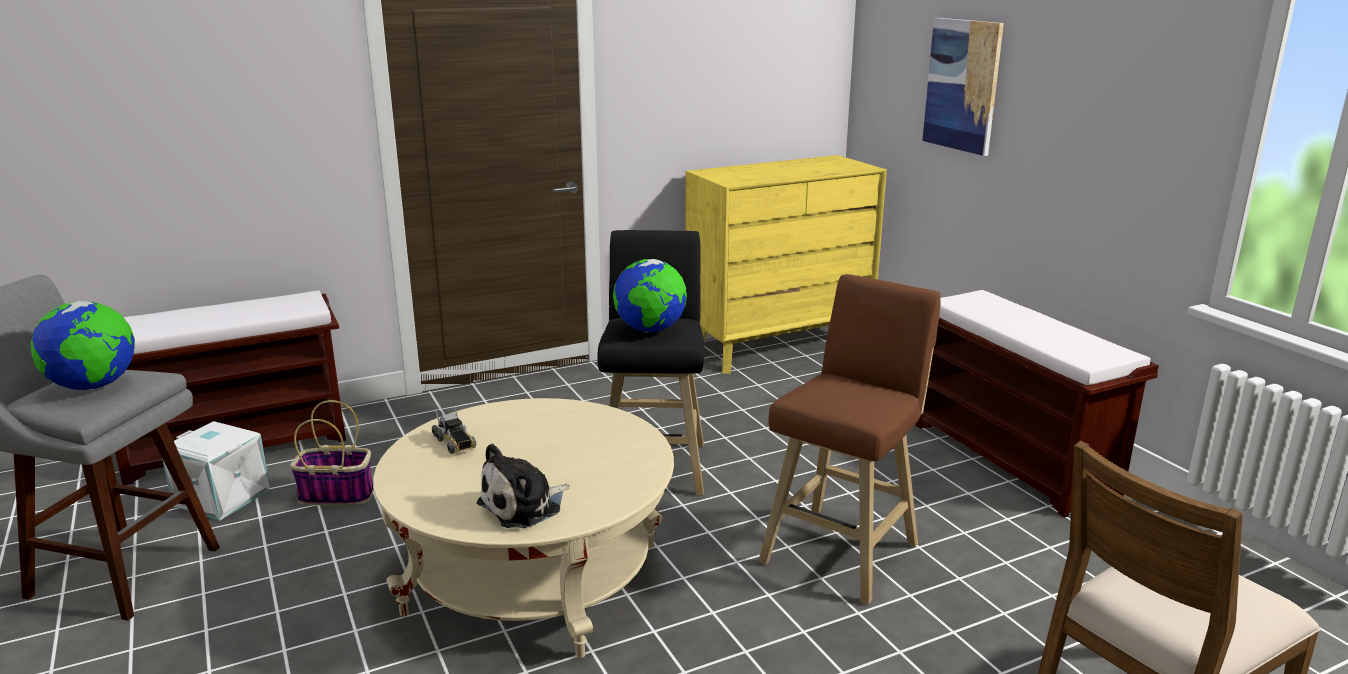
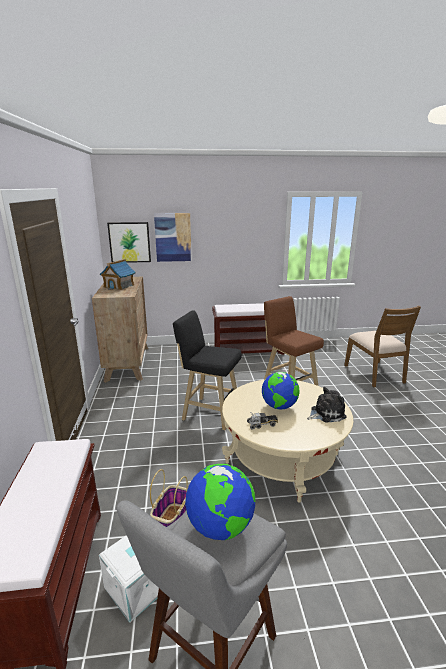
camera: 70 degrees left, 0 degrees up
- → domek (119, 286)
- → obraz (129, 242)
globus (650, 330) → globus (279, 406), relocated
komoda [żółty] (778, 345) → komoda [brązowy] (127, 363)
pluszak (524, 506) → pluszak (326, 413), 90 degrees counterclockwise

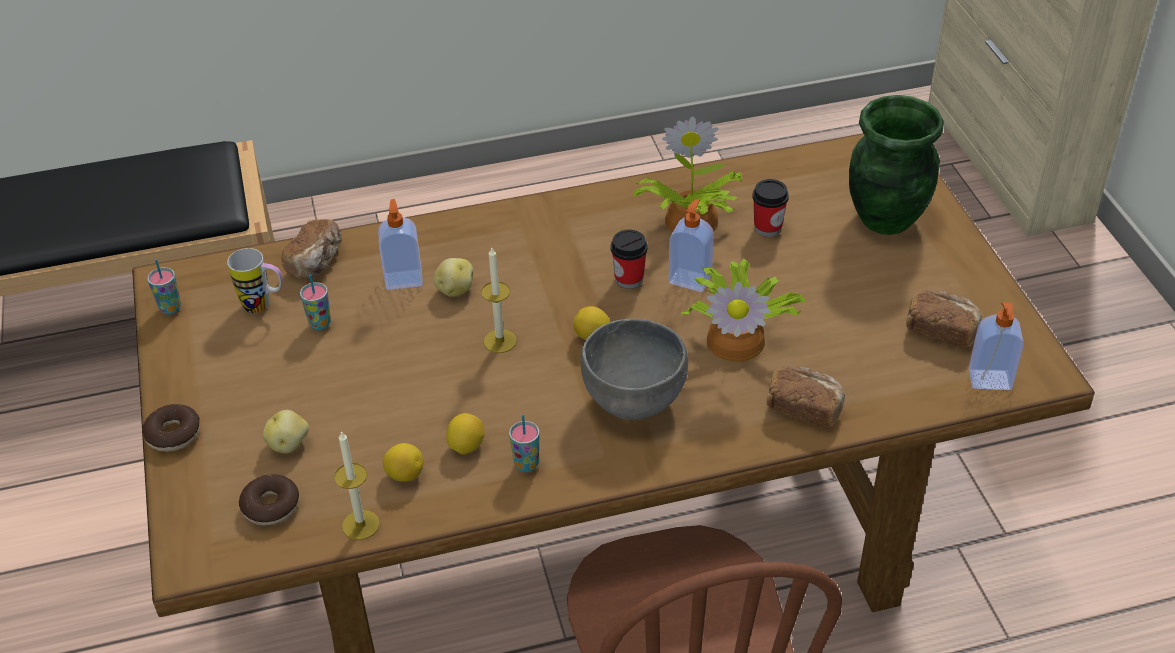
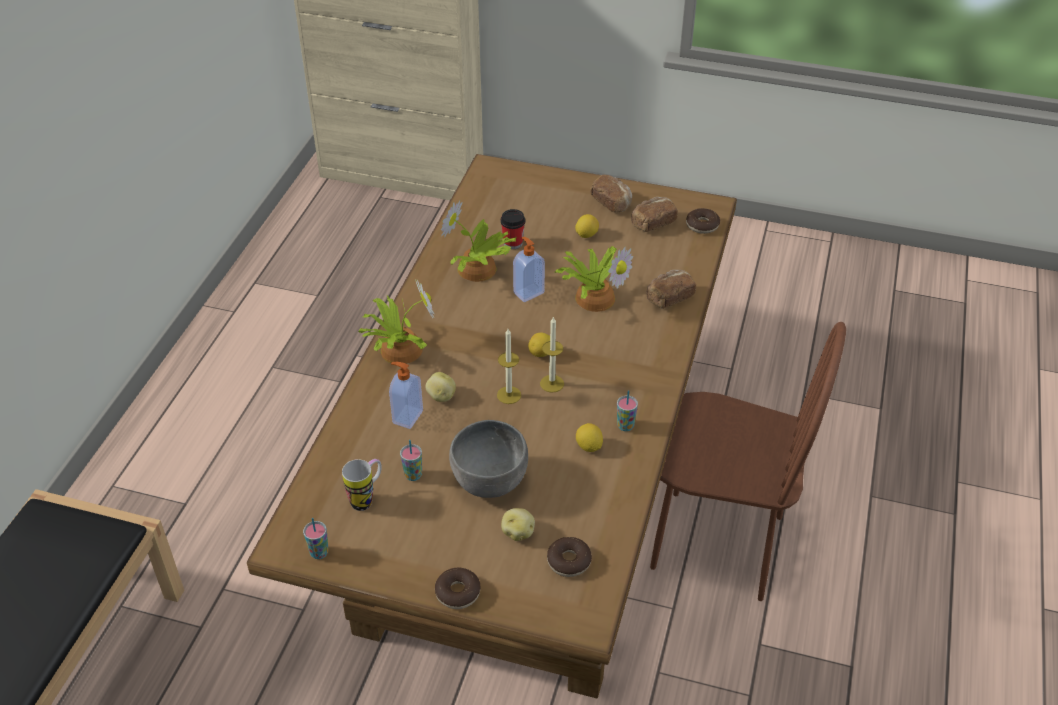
camera: 60 degrees left, 0 degrees up
filiżanka (629, 279) → -
wazon [zielony] (884, 219) → -
- → roślina doniczkowa (398, 349)
chleb (317, 262) → chleb (611, 202), relocated
świeca (360, 525) → świeca (552, 383), relocated
cytryna (405, 474) → cytryna (586, 235), relocated
miska [szary] (633, 401) → miska [szary] (489, 483), relocated
dozownik mydła (990, 380) → donut (702, 225)

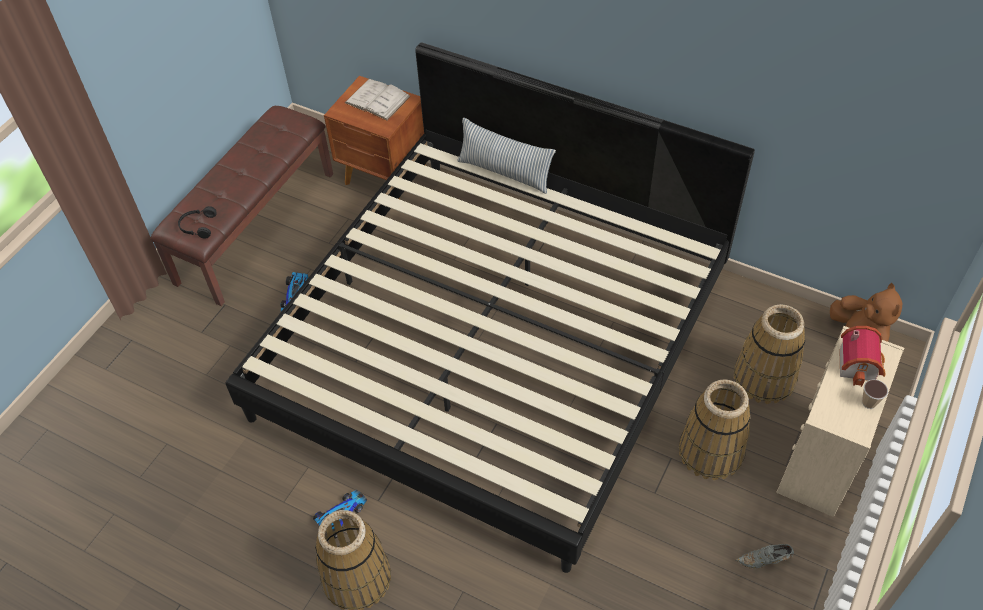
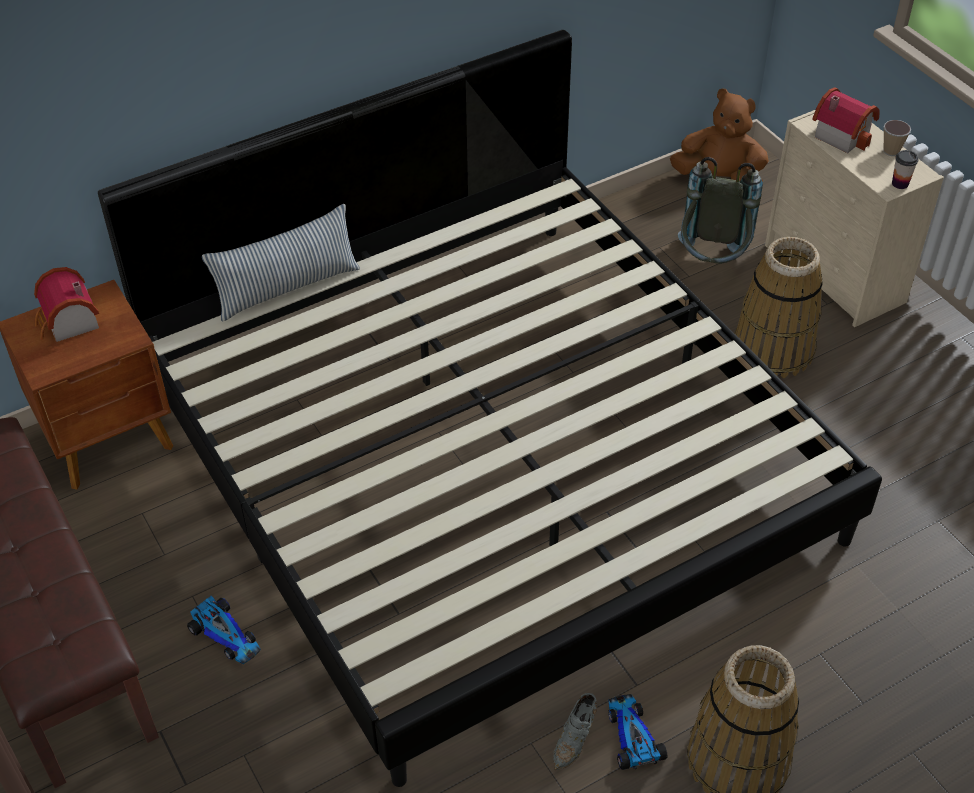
camera: 60 degrees left, 5 degrees down
słuchawki [czarny] (197, 226) → -
- → filiżanka (900, 183)
but [szary] (764, 561) → but [szary] (575, 738), relocated
książka [biały] (377, 100) → domek (68, 323)
koszyk (764, 378) → plecak [szary] (712, 263)

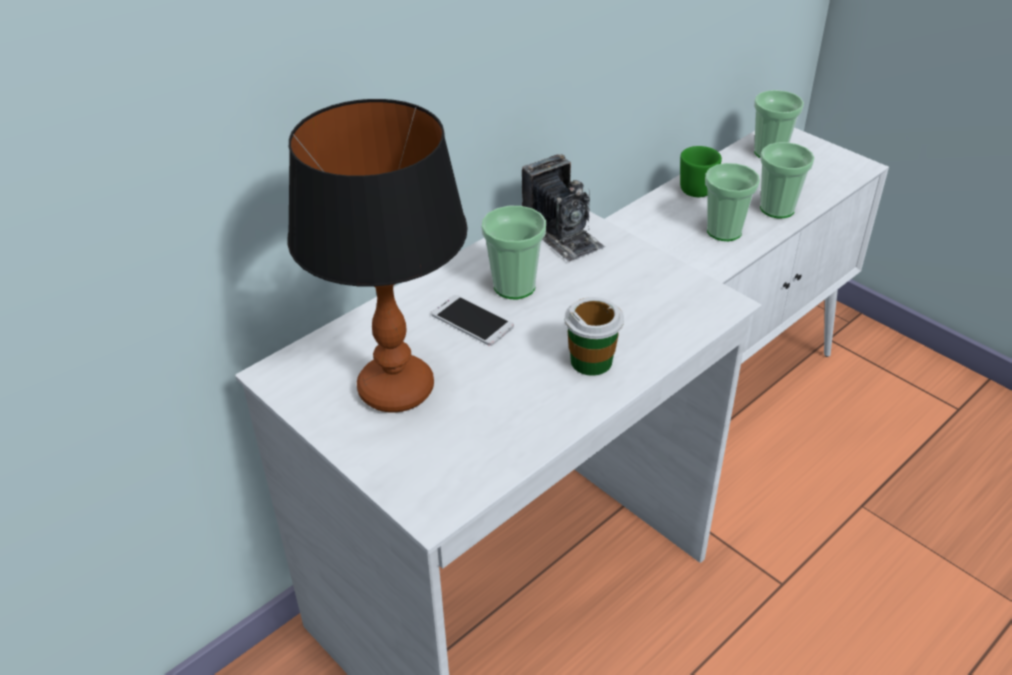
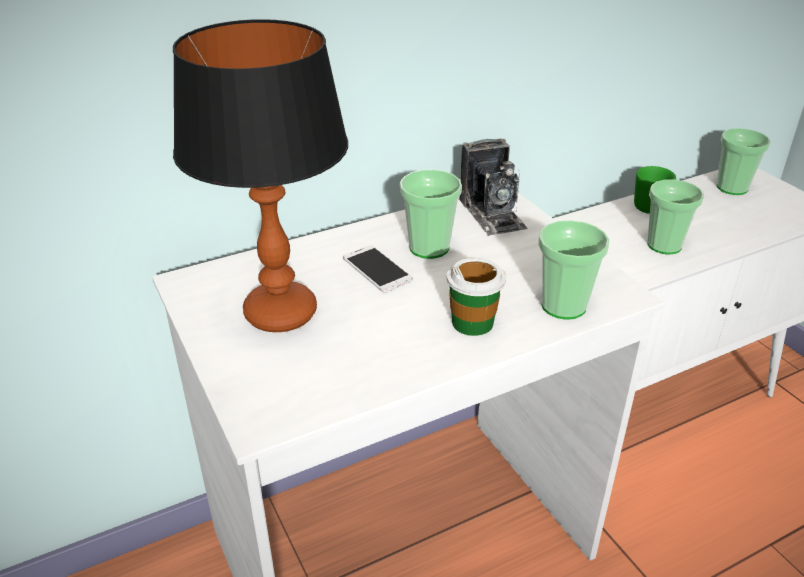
camera: 15 degrees right, 5 degrees down
filiżanka (777, 209) → filiżanka (563, 306), relocated

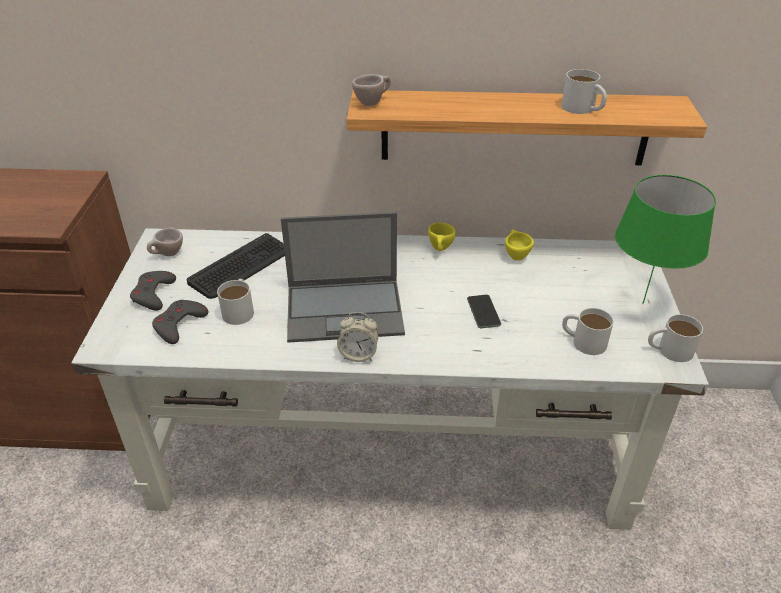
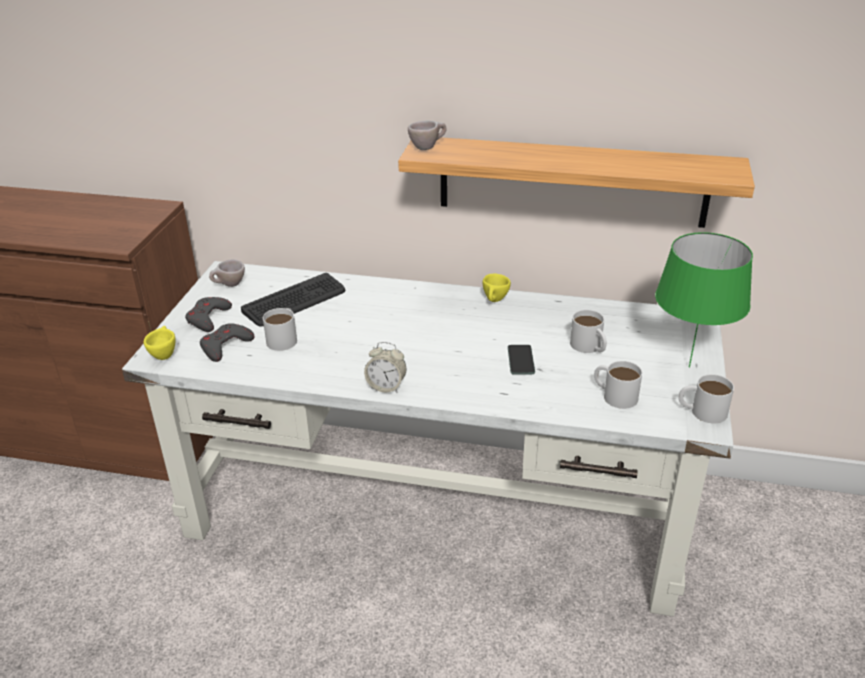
camera: 10 degrees right, 5 degrees down
laptop (346, 310) → -
filiżanka [żółty] (515, 255) → filiżanka [żółty] (164, 354), relocated
kubek [biały] (583, 109) → kubek [biały] (589, 347), relocated

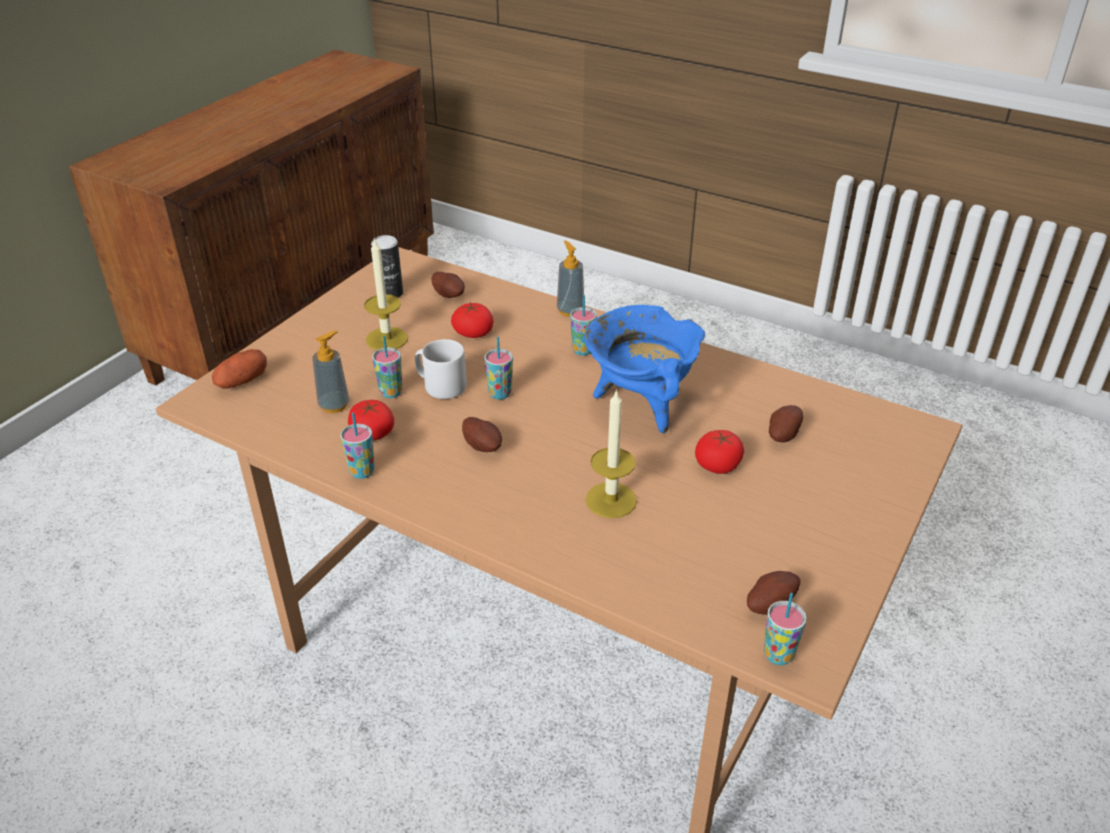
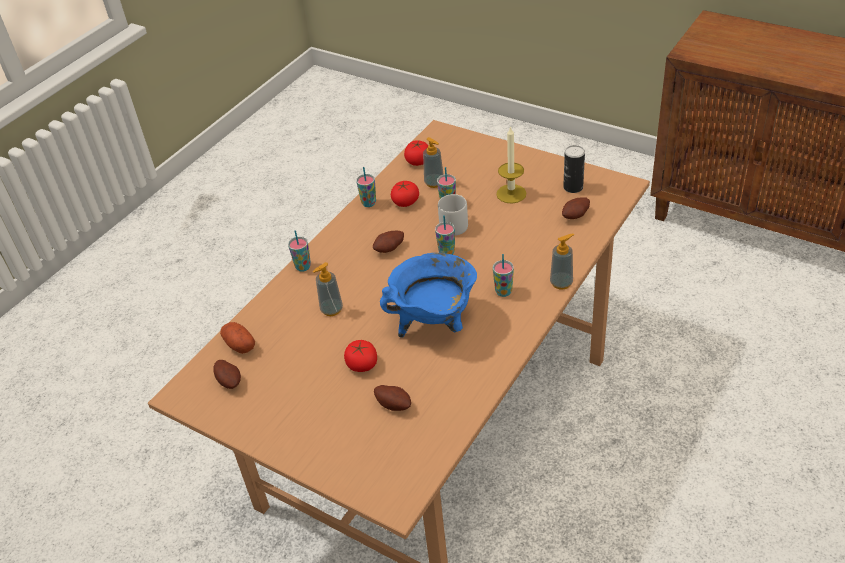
camera: 95 degrees right, 5 degrees up
ziemniak (242, 381) → ziemniak (239, 345), relocated
pomidor (473, 333) → pomidor (418, 161), relocated
filiżanka (778, 655) → filiżanka (303, 267), relocated
świeca (611, 500) → dozownik mydła (331, 309)

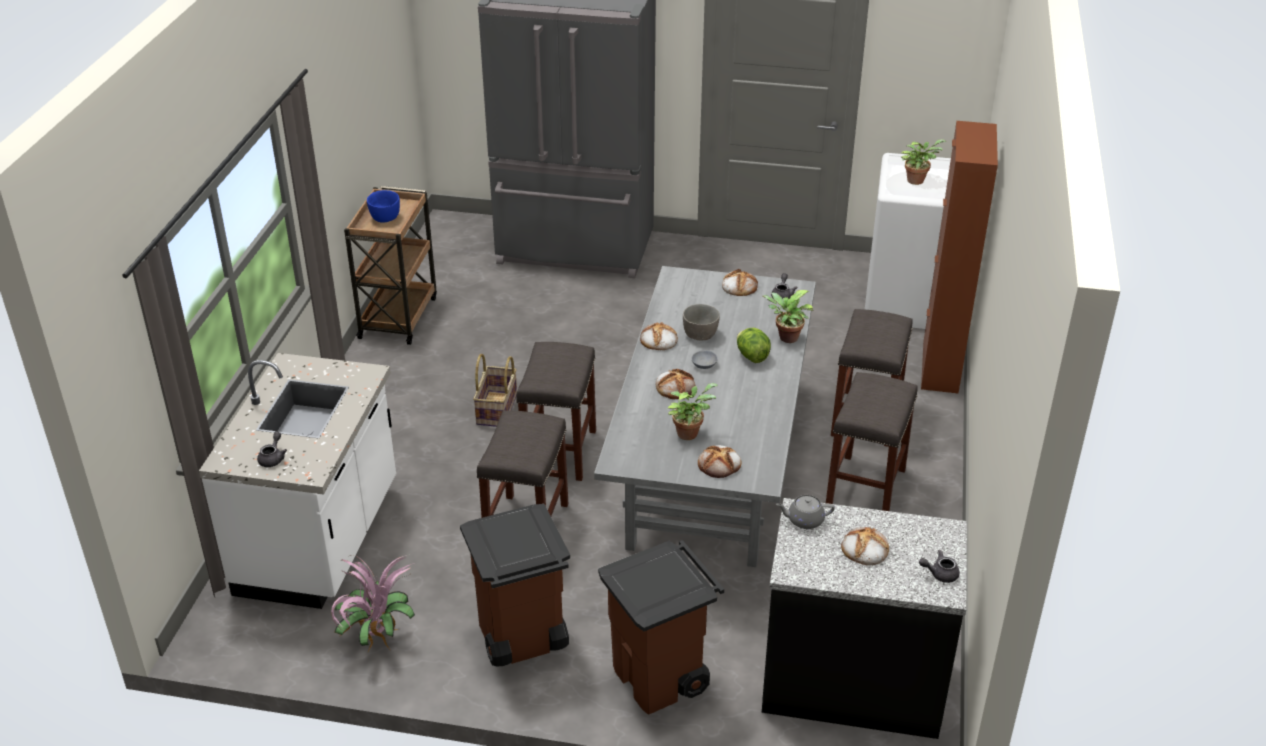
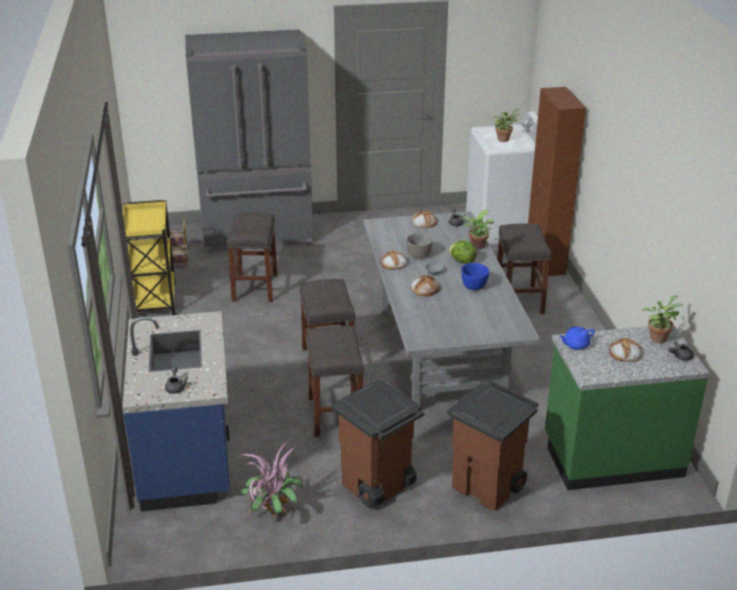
camera: 20 degrees left, 5 degrees down
chleb (719, 464) → -
miska [niebieski] (385, 218) → miska [niebieski] (474, 286), relocated
koszyk (497, 410) → koszyk (178, 258), relocated
roślina doniczkowa (689, 432) → roślina doniczkowa (658, 337), relocated
stołek [szary] (866, 488) → stołek [szary] (255, 288), relocated
zabudowa kuchenna [biały] (320, 540) → zabudowa kuchenna [niebieski] (187, 457)
wózek [brązowy] (398, 316) → wózek [żółty] (154, 300)
zabudowa kuchenna [czarny] (853, 681) → zabudowa kuchenna [zielony] (612, 456)
imbryk [szary] (804, 520) → imbryk [niebieski] (575, 345)

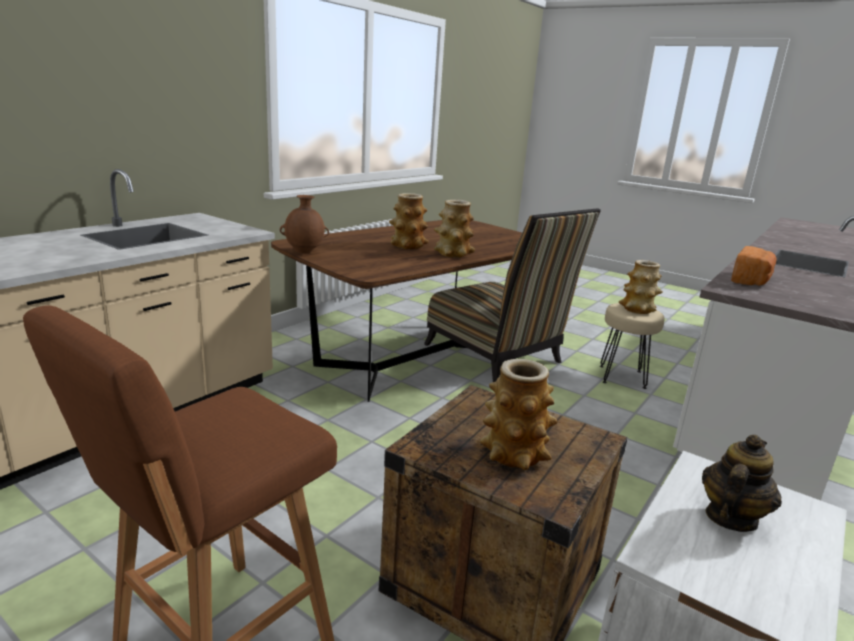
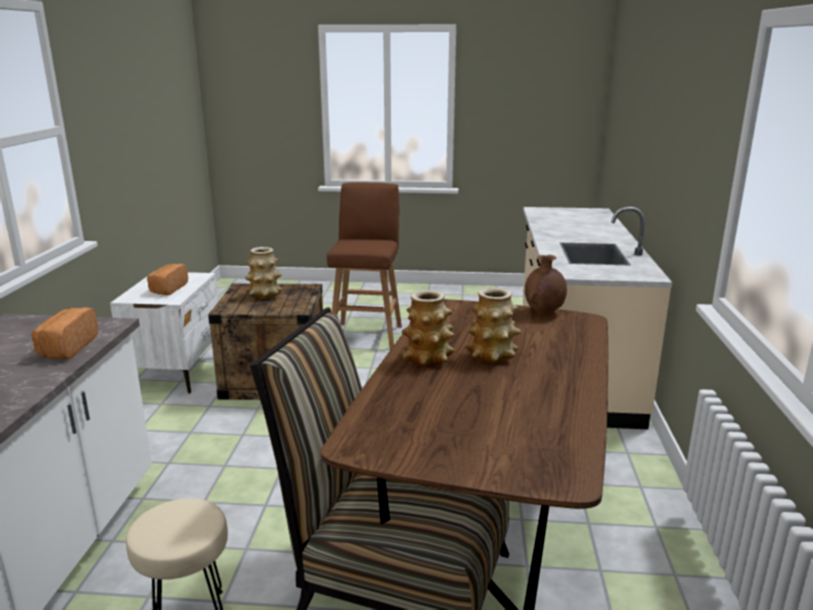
camera: 150 degrees right, 0 degrees up
wazon (637, 310) → -
imbryk (730, 517) → chleb (168, 289)

